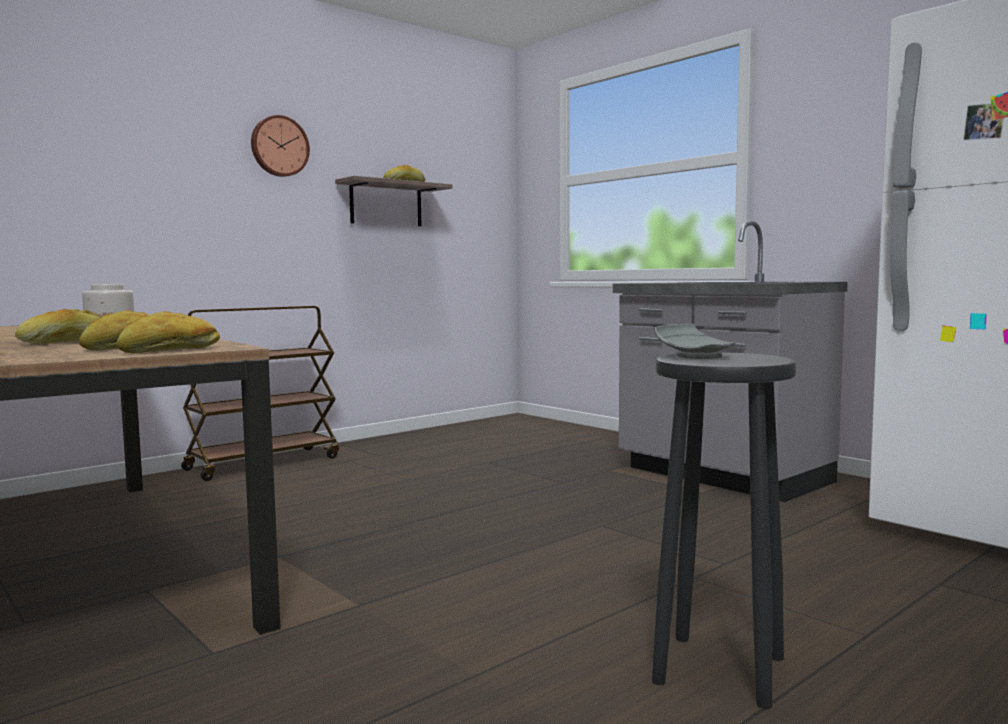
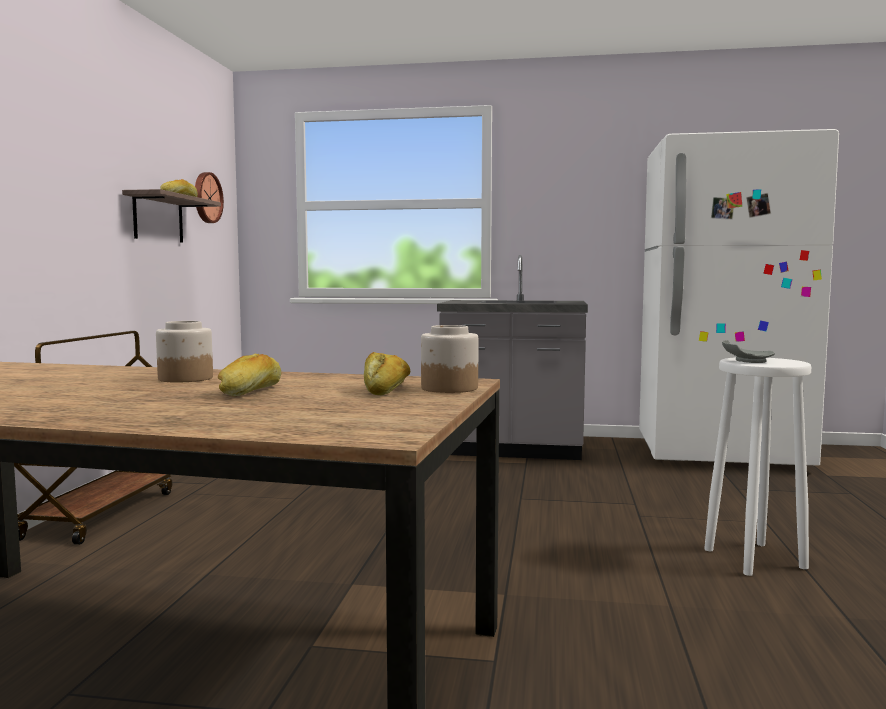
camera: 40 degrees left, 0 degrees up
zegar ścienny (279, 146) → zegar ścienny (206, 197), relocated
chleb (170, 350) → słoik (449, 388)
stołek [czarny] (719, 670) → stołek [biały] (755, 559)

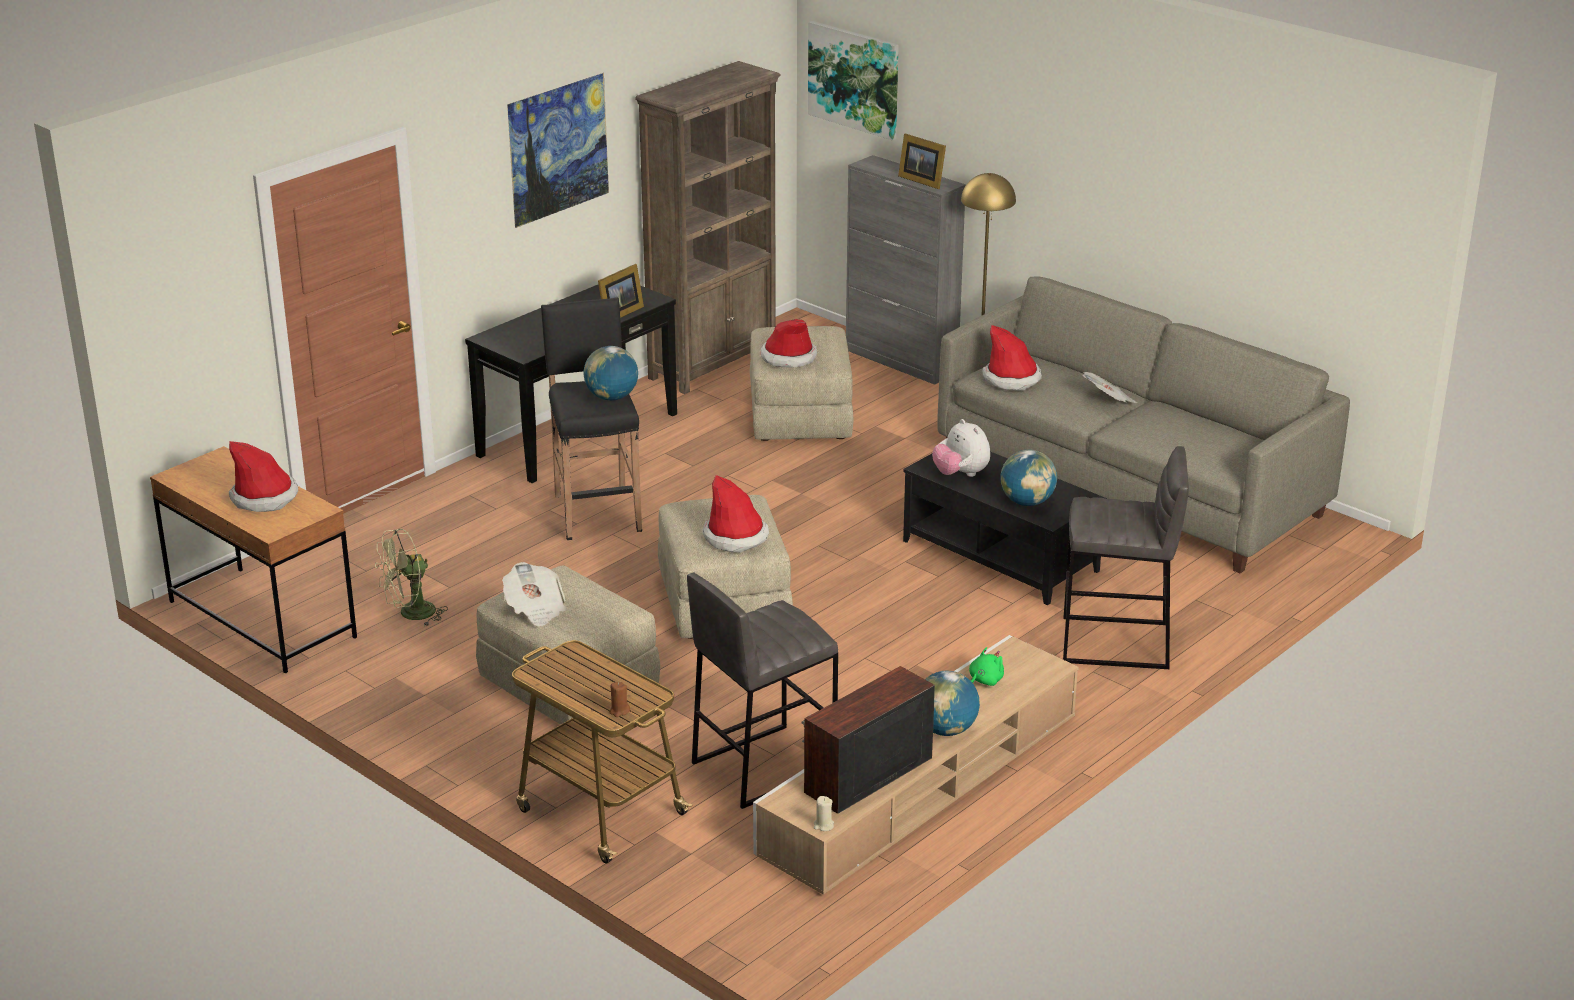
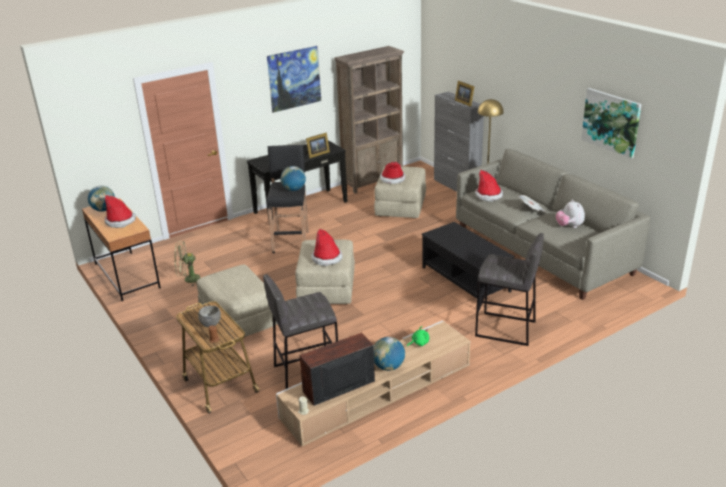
camera: 15 degrees right, 0 degrees up
gazeta (535, 609) → -
- → miska [szary] (210, 324)
obraz (854, 79) → obraz (611, 122), relocated
pluszak (961, 474) → pluszak (569, 226), relocated
globus (1027, 502) → globus (104, 210), relocated

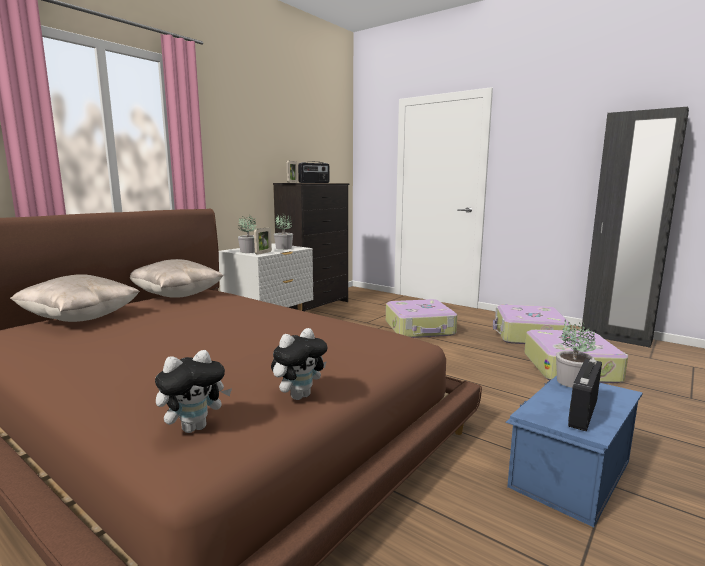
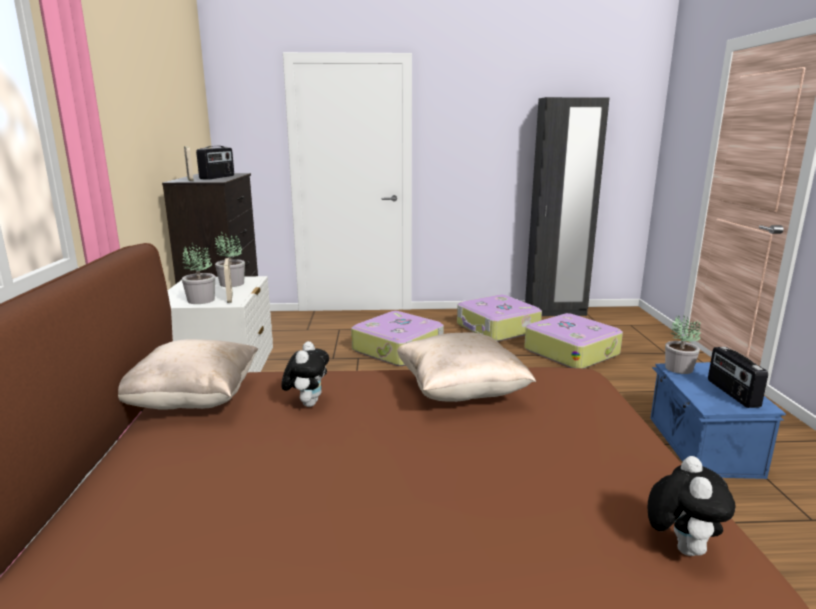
camera: 40 degrees left, 5 degrees up
poduszka [beżowy] (80, 319) → poduszka [beżowy] (460, 393), relocated
pluszak (299, 395) → pluszak (307, 403), relocated

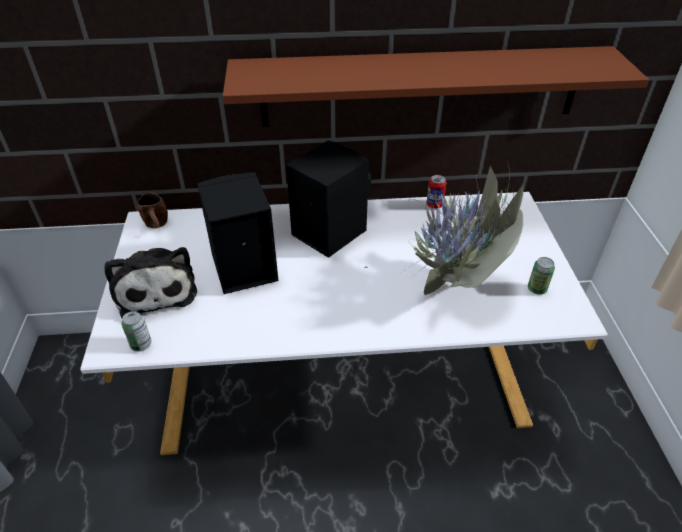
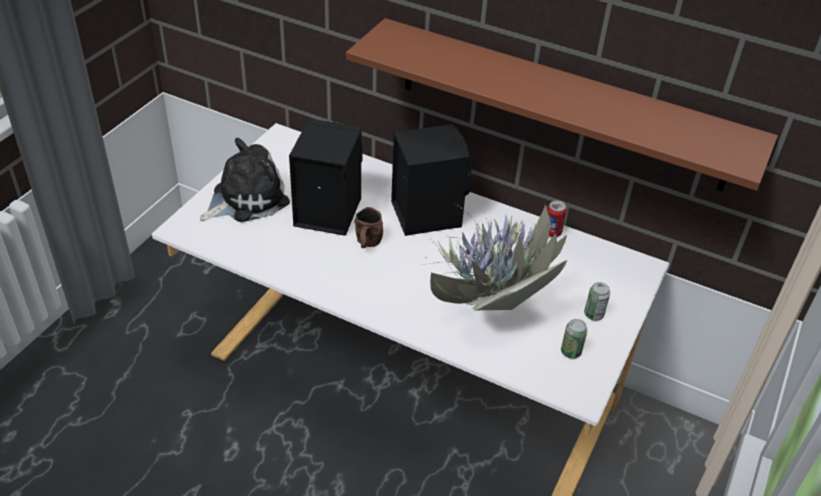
camera: 30 degrees right, 0 degrees up
puszka (141, 344) → puszka (593, 314), relocated
kubek [brązowy] (157, 226) → kubek [brązowy] (367, 244), relocated
pluszak (155, 289) → pluszak (246, 198), 135 degrees counterclockwise

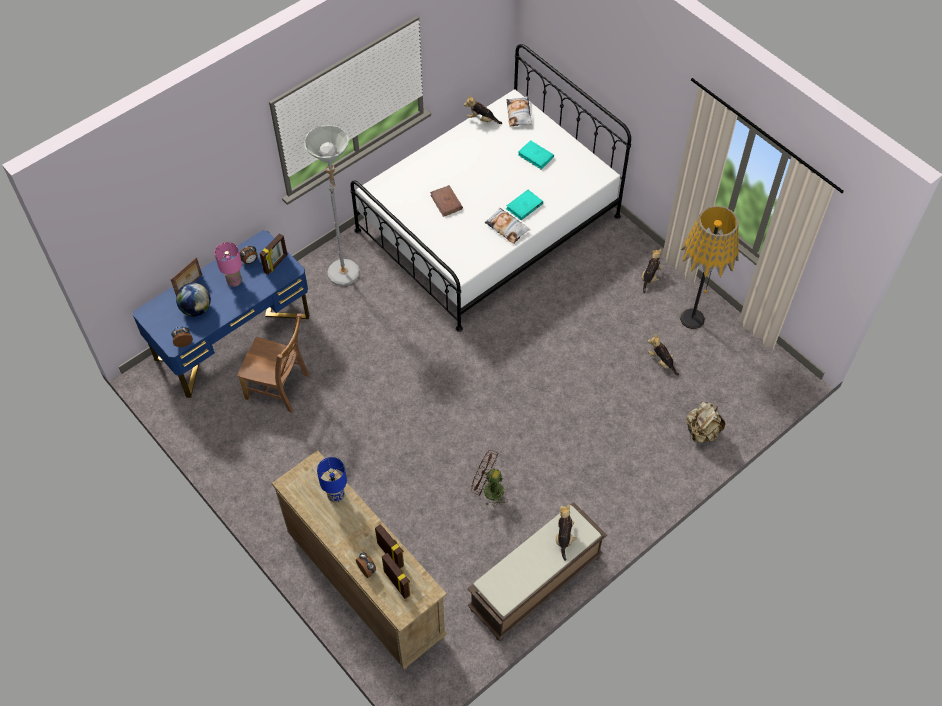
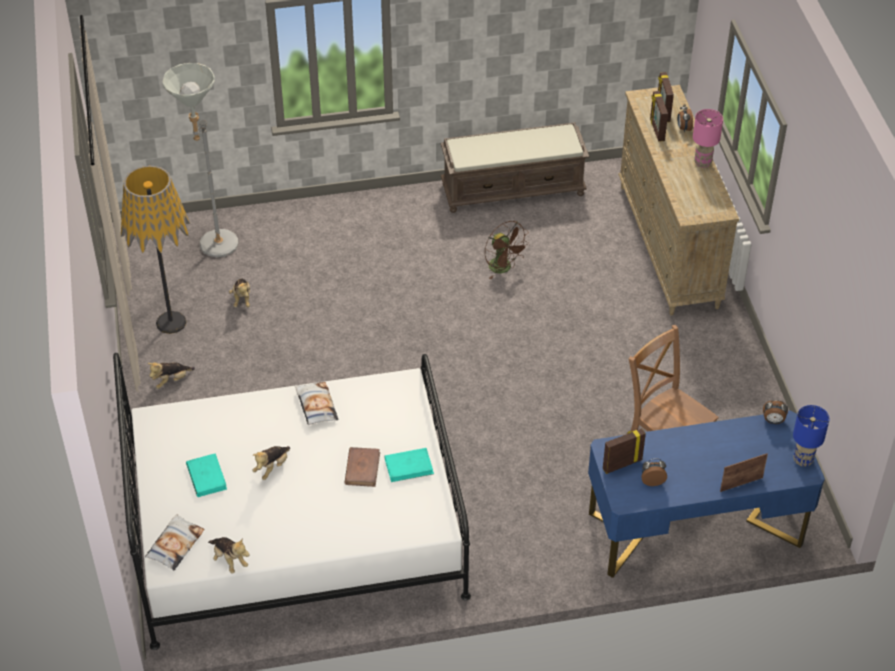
camera: 150 degrees left, 10 degrees down
globus (196, 309) → -
plecak [beżowy] (701, 432) → -
lampa stołowa [różowy] (234, 282) → lampa stołowa [różowy] (703, 163), relocated
lampa stojąca [szary] (344, 267) → lampa stojąca [szary] (214, 249), relocated
lampa stołowa [niebieski] (336, 495) → lampa stołowa [niebieski] (802, 460), relocated
książka [turkusowy] (524, 206) → książka [turkusowy] (409, 466), relocated
pluszak (564, 537) → pluszak (272, 467), relocated

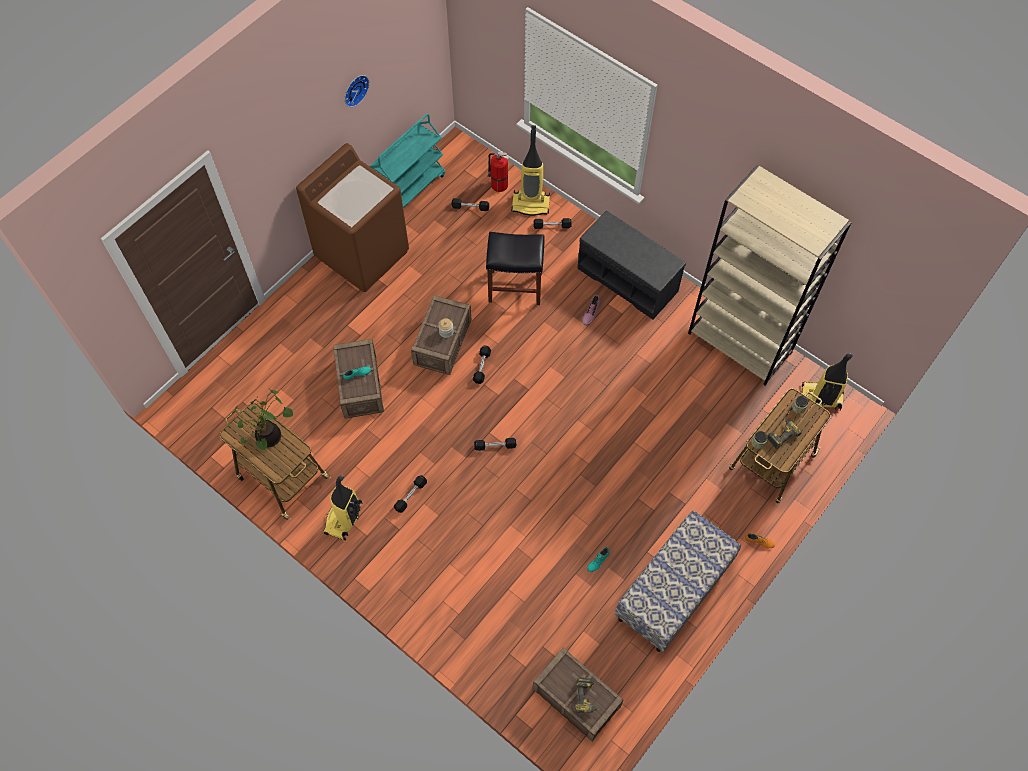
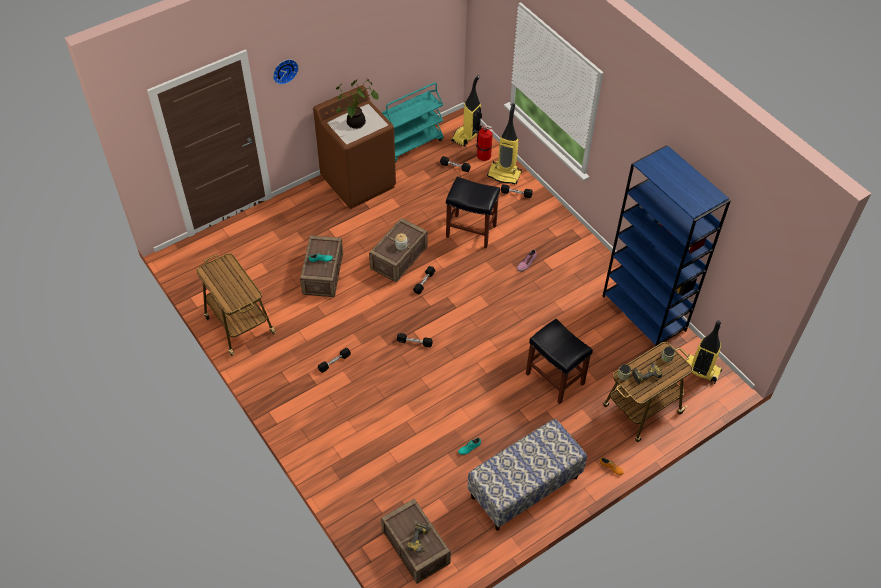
camera: 15 degrees right, 10 degrees down
ławka [szary] (628, 279) → -
- → stołek [czarny] (554, 378)
roślina doniczkowa (270, 438) → roślina doniczkowa (356, 124), relocated
odkurzacz (344, 519) → odkurzacz (466, 136), relocated
zegar ścienny (354, 89) → zegar ścienny (284, 70), relocated
regał [beżowy] (740, 343) → regał [niebieski] (644, 313)

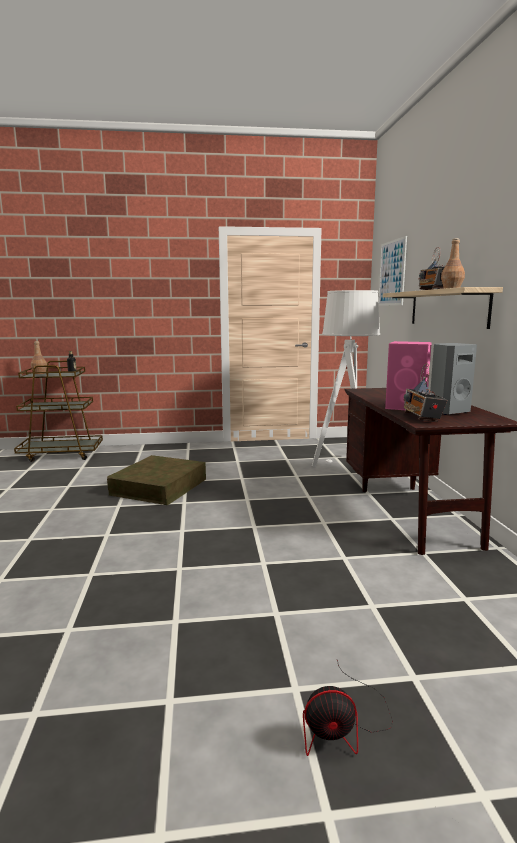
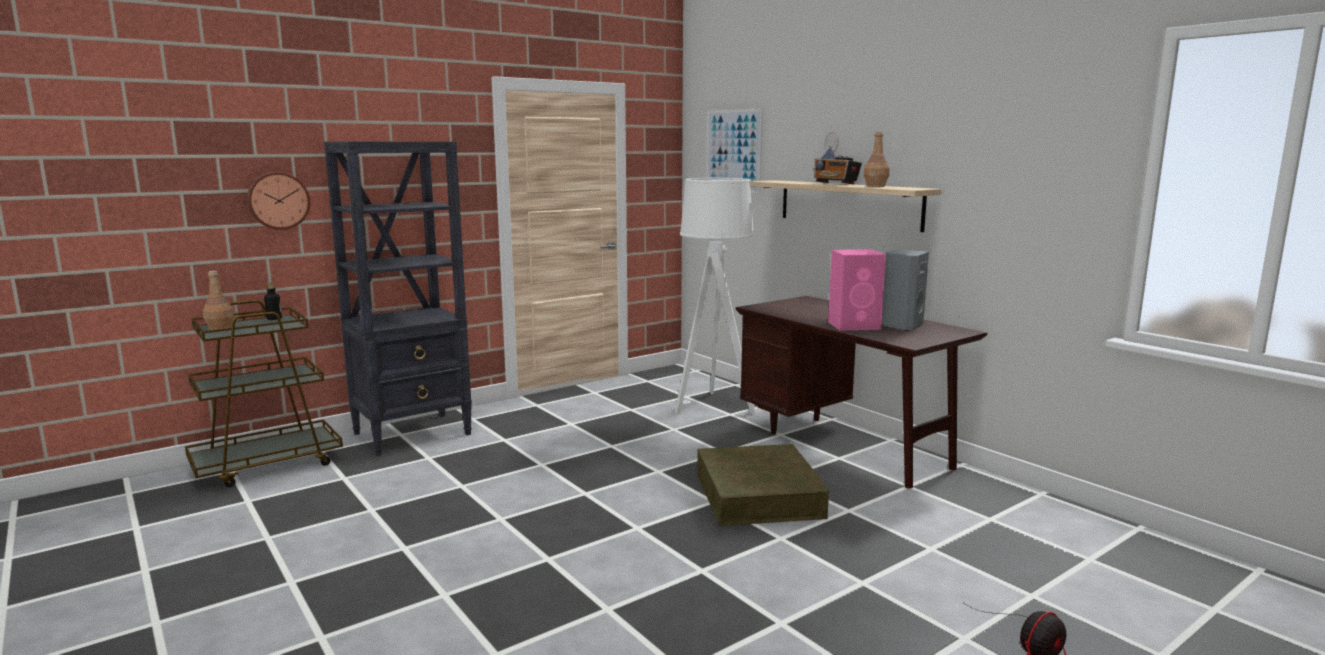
camera: 30 degrees left, 0 degrees up
radio (422, 418) → -
- → zegar ścienny (278, 200)
- → regał [czarny] (413, 434)
pojemnik do przechowywania [brązowy] (159, 487) → pojemnik do przechowywania [brązowy] (758, 495), relocated

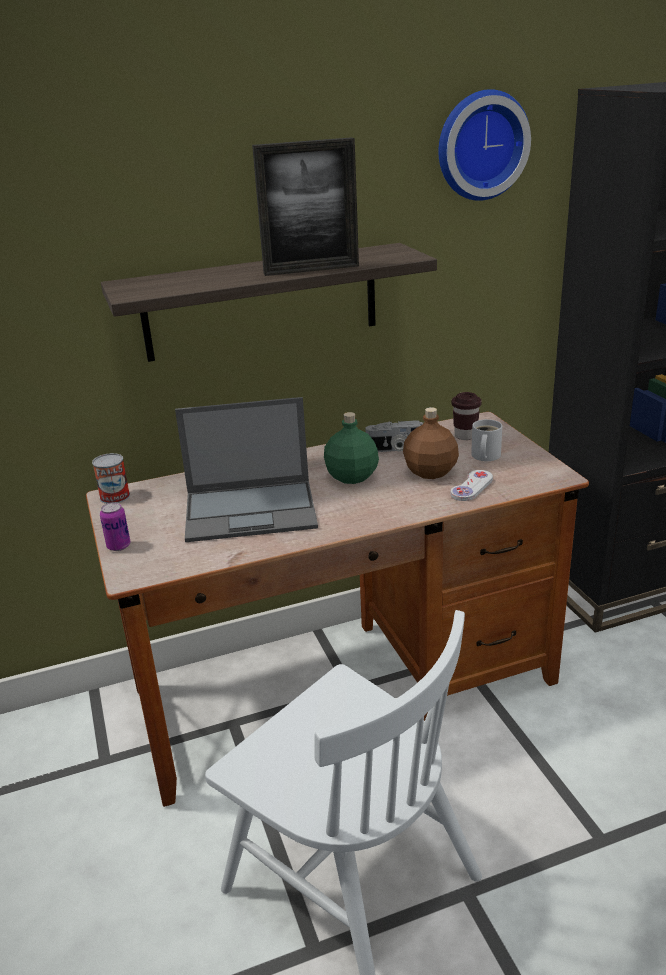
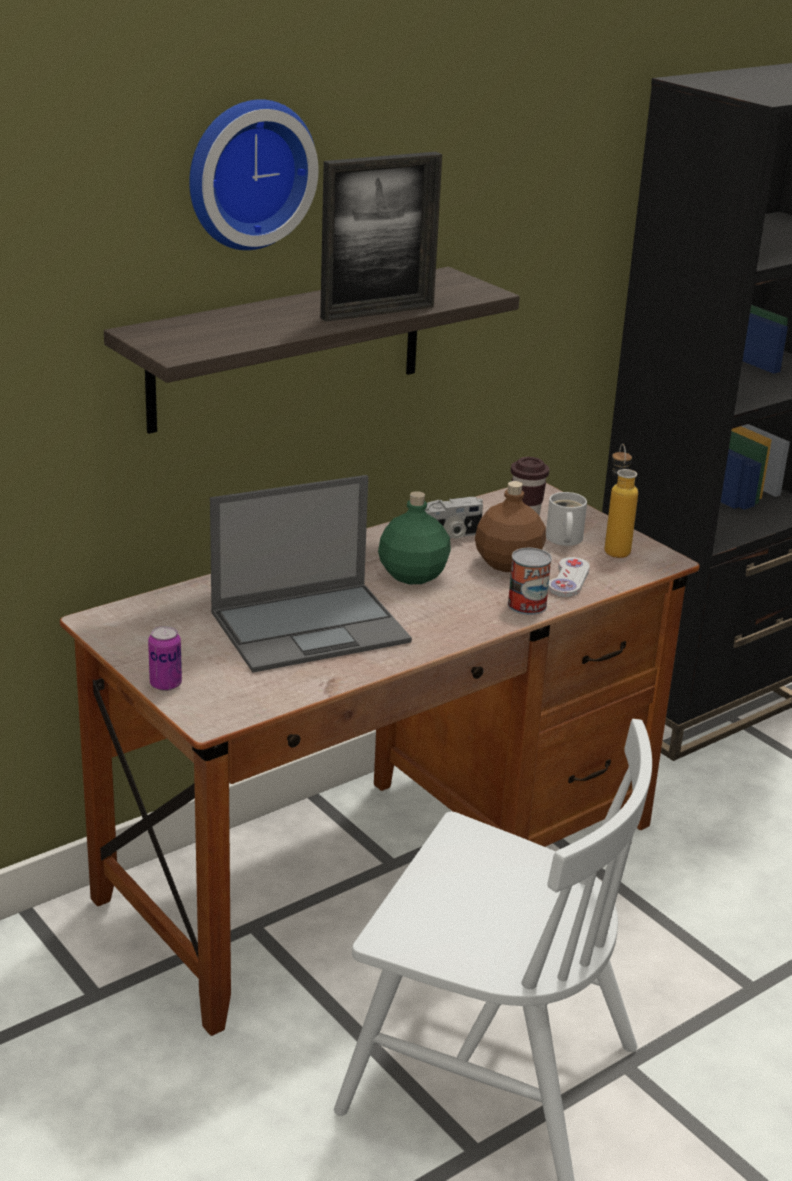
camera: 20 degrees left, 0 degrees up
- → butelka (614, 548)
puszka (115, 496) → puszka (527, 605), relocated
zegar ścienny (480, 145) → zegar ścienny (247, 173), relocated

